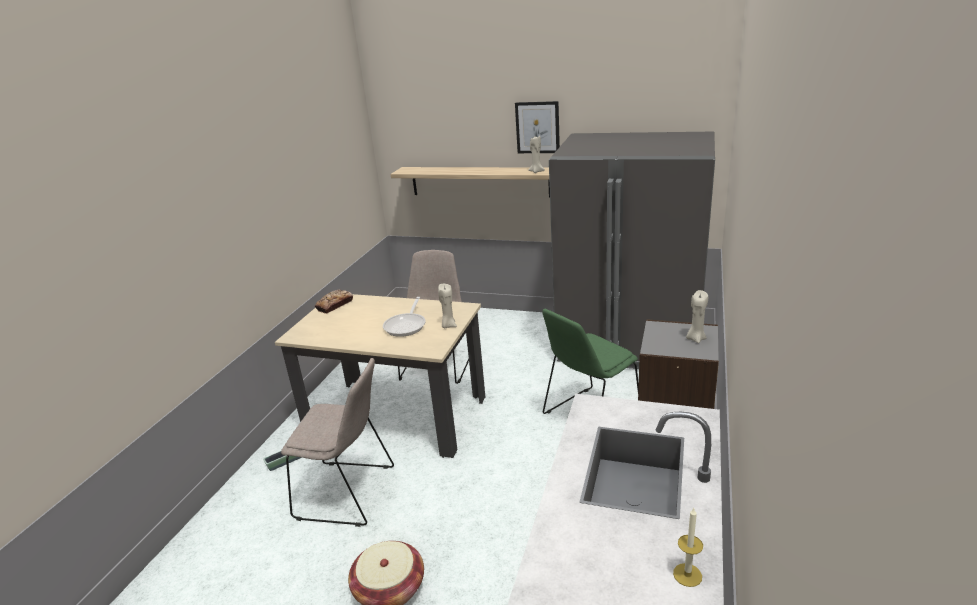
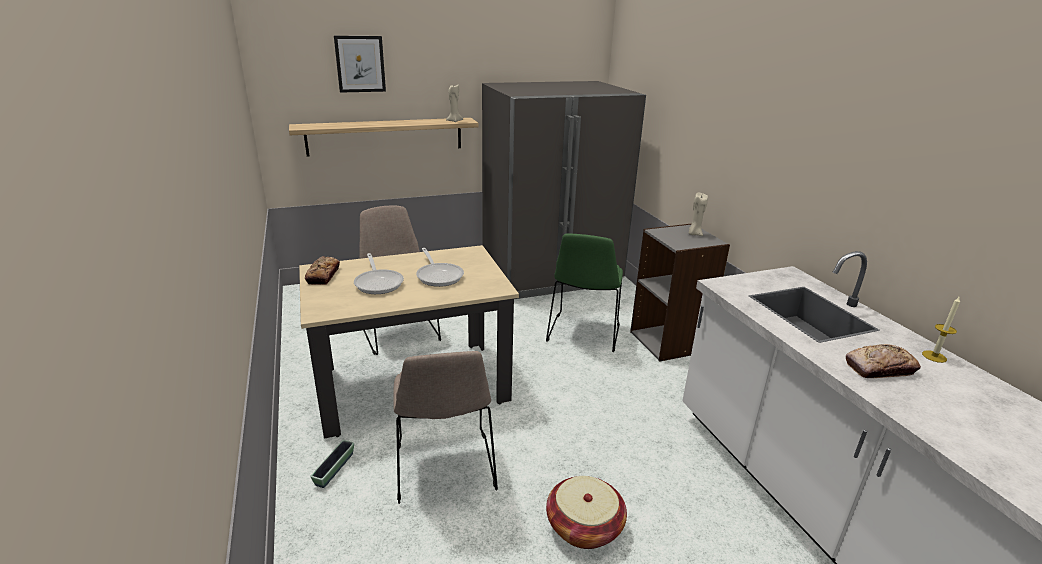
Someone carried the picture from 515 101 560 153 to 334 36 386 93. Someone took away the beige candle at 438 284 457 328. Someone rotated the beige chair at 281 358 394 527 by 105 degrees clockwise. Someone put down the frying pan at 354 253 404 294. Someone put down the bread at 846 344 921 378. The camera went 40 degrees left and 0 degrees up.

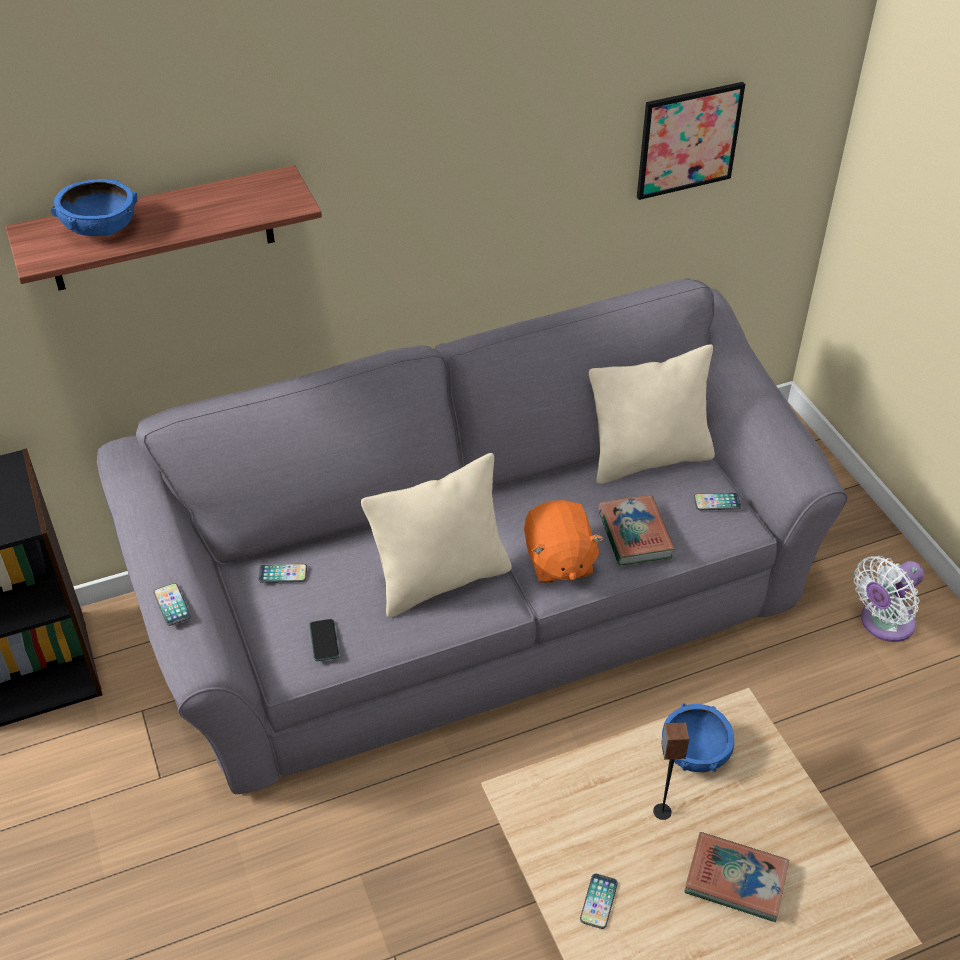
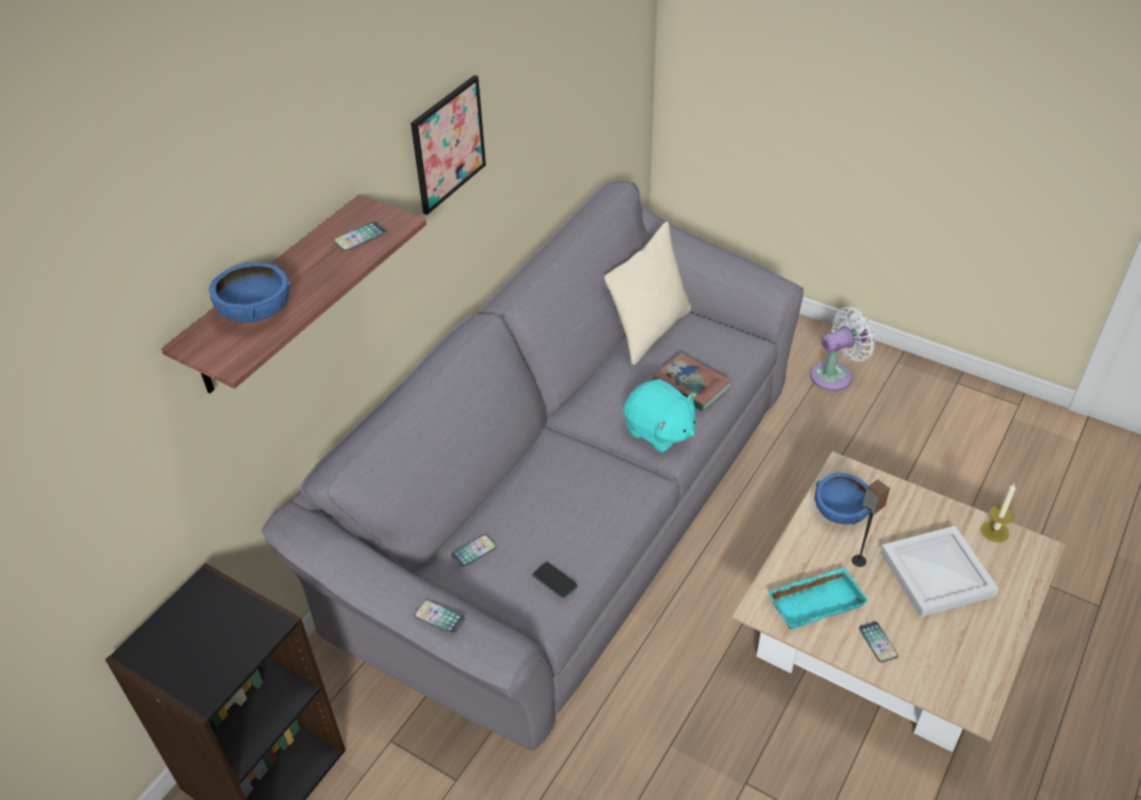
Someone carried the picture from 637 82 745 200 to 411 75 486 215. Someone took away the beige pillow at 361 453 512 618. Someone carried the phone from 694 493 741 510 to 333 221 387 252. Someone repainted the orange plush toy at 524 500 604 583, which became the turquoise plush toy at 623 379 697 453. Someone rotated the white fan at 854 556 924 642 by 135 degrees counterclockwise. Someone swapped the book at 684 832 789 922 for the white tray at 880 526 999 617. Someone put down the candle at 981 484 1016 543. Someone put down the turquoise tray at 767 567 868 630. The camera went 35 degrees left and 0 degrees up.

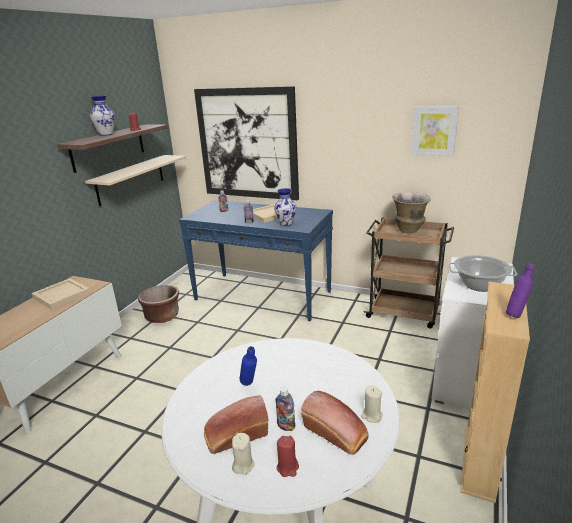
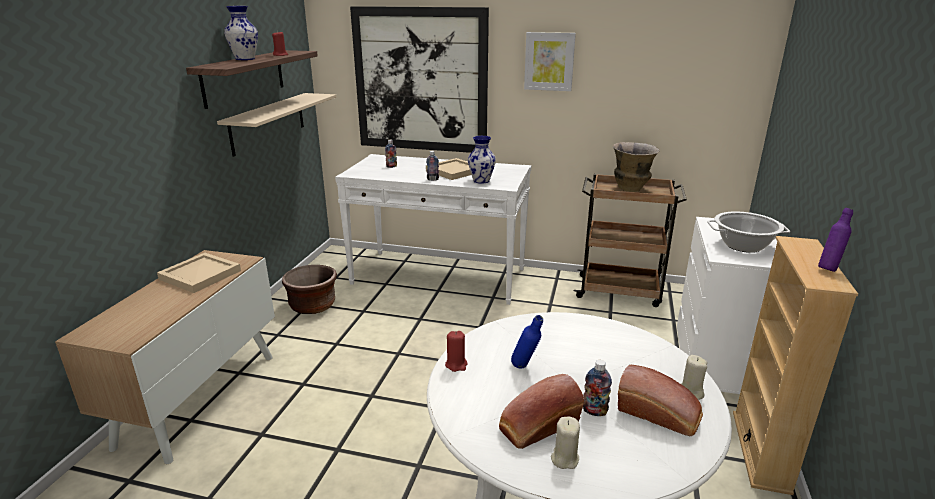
Someone carried the picture from 411 106 459 156 to 524 32 576 91. Someone repainted the blue console table at 179 200 333 321, which became the white console table at 335 154 531 305. Someone carried the red candle from 277 436 299 477 to 445 331 468 372. The camera went 10 degrees left and 0 degrees up.

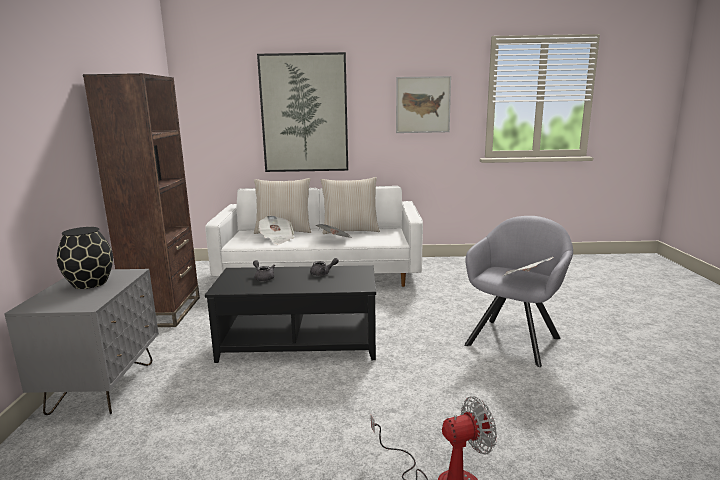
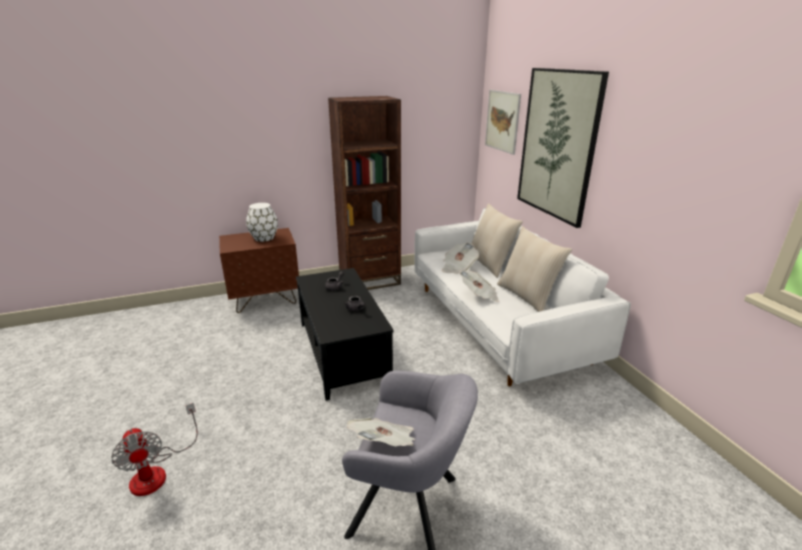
Someone carried the picture from 396 76 451 133 to 485 90 521 155. Someone repainted the black vase at 57 227 113 289, which became the white vase at 246 203 278 242. Someone repainted the grey nightstand at 4 269 159 415, which became the brown nightstand at 219 228 299 313. The camera went 70 degrees right and 10 degrees up.

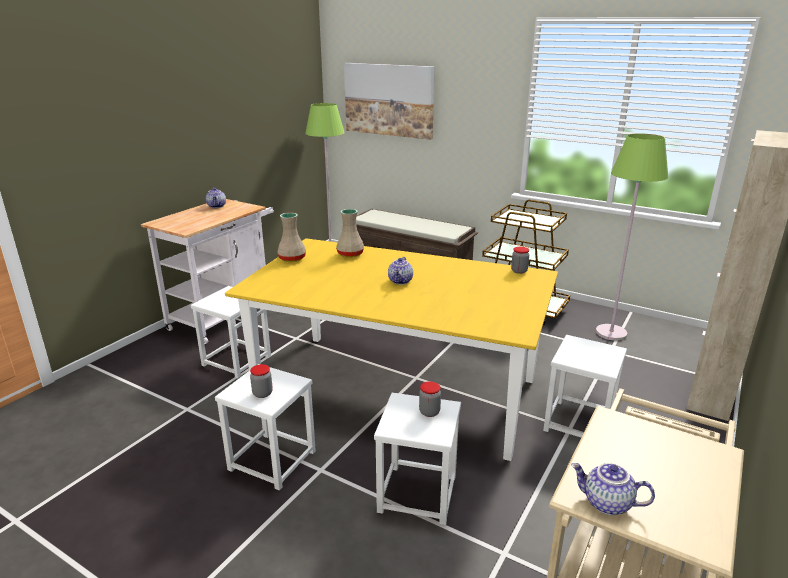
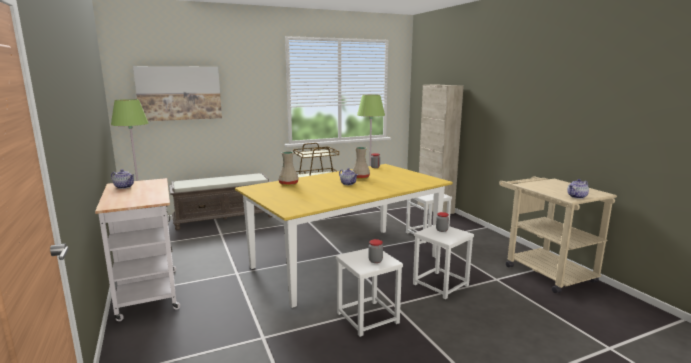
Someone carried the beige vase from 277 213 306 262 to 352 147 370 179. Someone took away the white stool at 191 286 271 378. The camera went 55 degrees left and 10 degrees down.

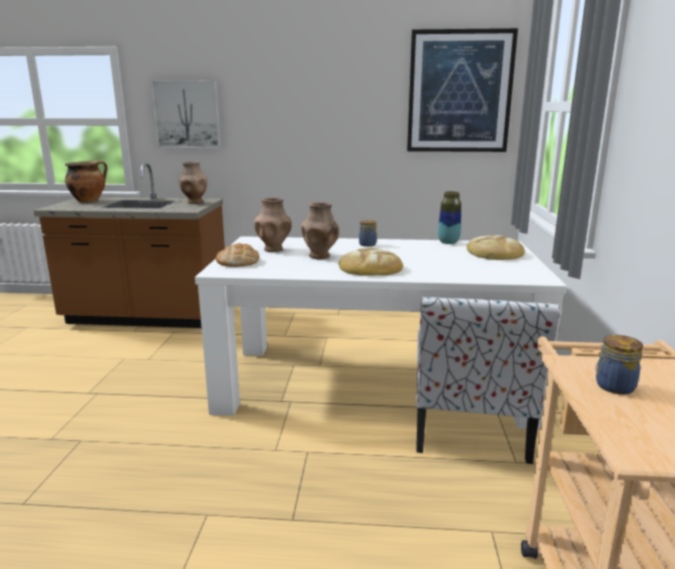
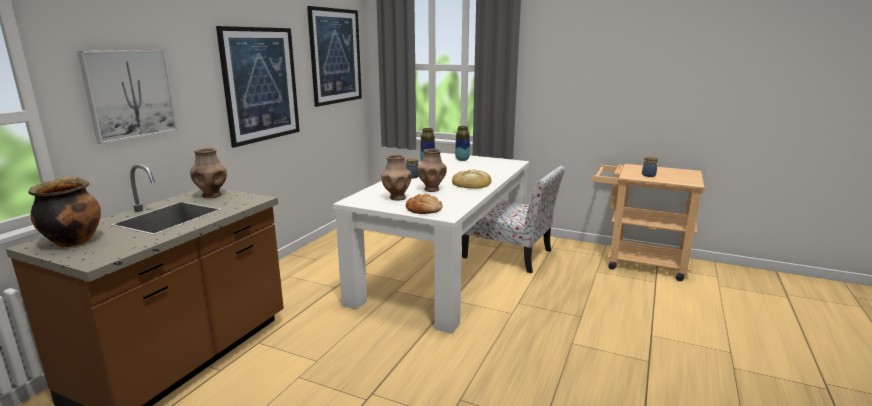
Someone swapped the bread at 466 235 525 260 for the vase at 455 126 470 161. Someone put up the picture at 216 26 300 147. The camera went 70 degrees left and 0 degrees up.

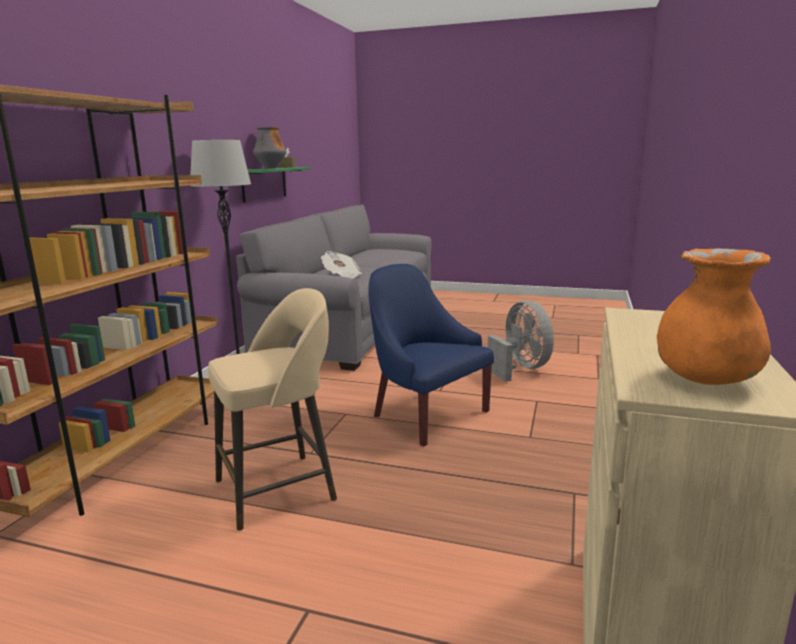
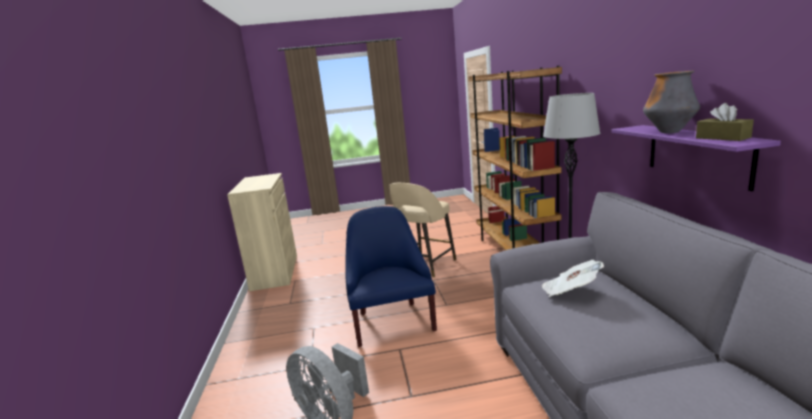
Someone repainted the green shelf at 242 167 310 203, which became the purple shelf at 611 125 781 191. Someone took away the orange vase at 657 248 771 385. Someone rotated the blue armchair at 368 264 494 447 by 120 degrees counterclockwise. The camera went 155 degrees right and 0 degrees up.

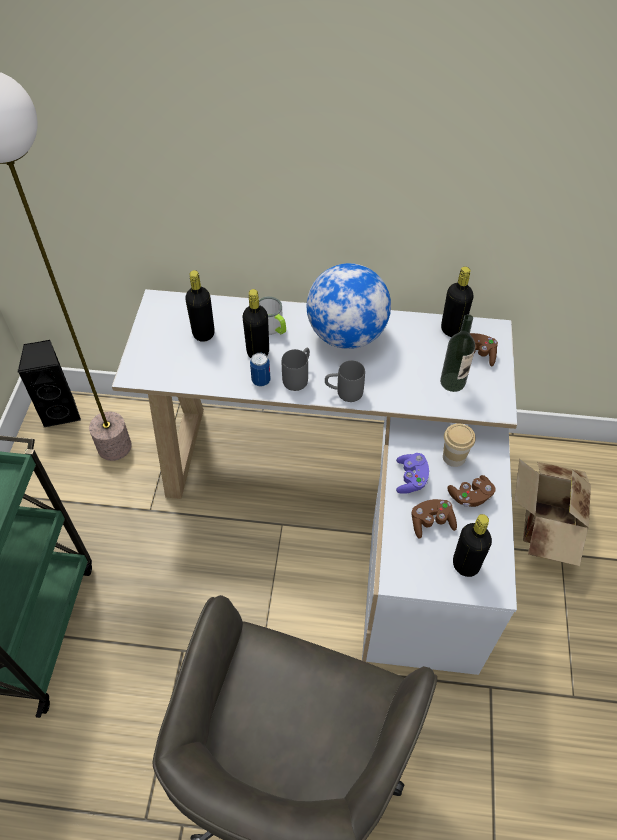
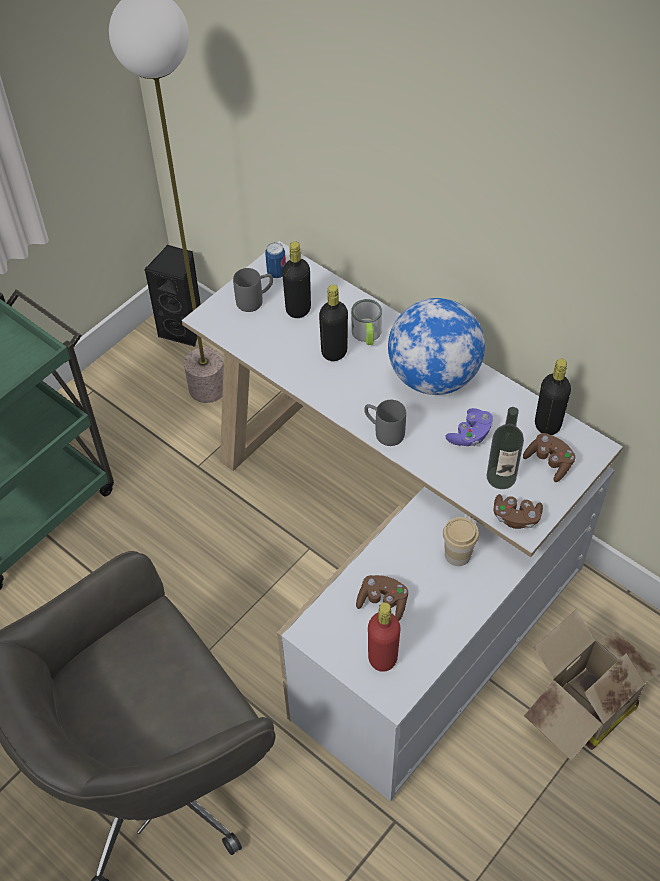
Someone carried the grey mug from 282 348 310 391 to 233 268 273 312. Someone carried the can from 250 353 271 386 to 265 242 286 278. Someone carried the purple game controller from 396 453 429 494 to 445 408 493 446. Someone carried the brown game controller from 447 475 496 507 to 493 494 543 529. Someone repainted the black bottle at 453 514 492 577, which became the red bottle at 368 602 401 672. The camera went 35 degrees right and 0 degrees up.

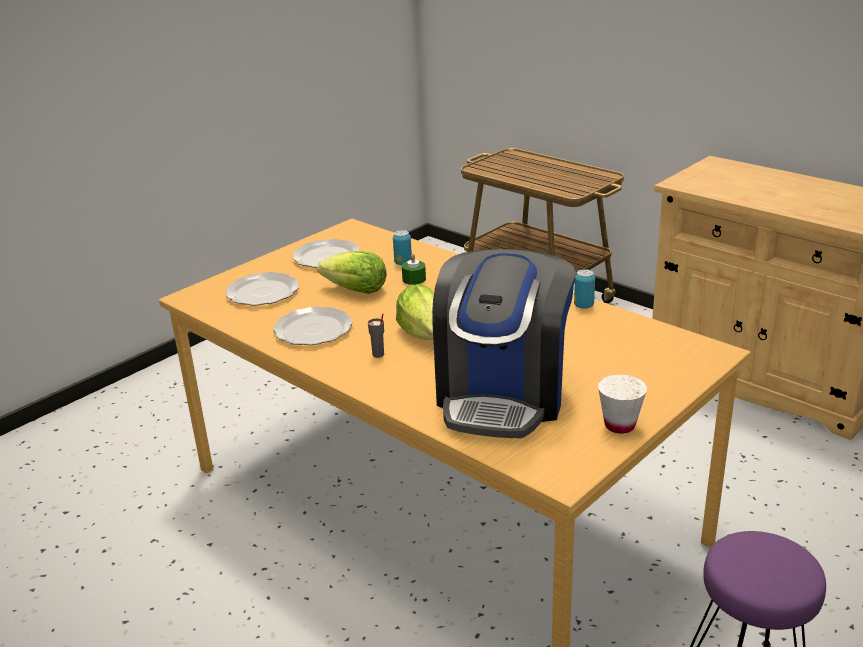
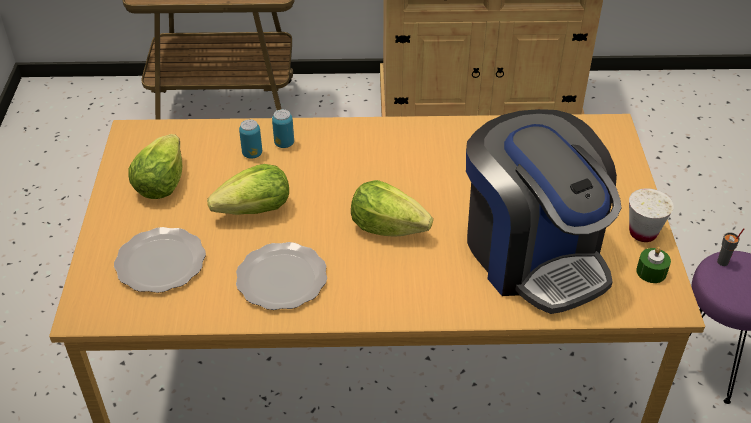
Someone swapped the plate at 292 239 360 268 for the lettuce at 128 134 182 199. Someone carried the green candle from 402 254 426 285 to 636 247 671 283. Someone carried the can from 574 269 595 309 to 272 109 294 148. Someone carried the grey cup from 368 313 384 358 to 717 228 744 266. The camera went 45 degrees left and 15 degrees up.

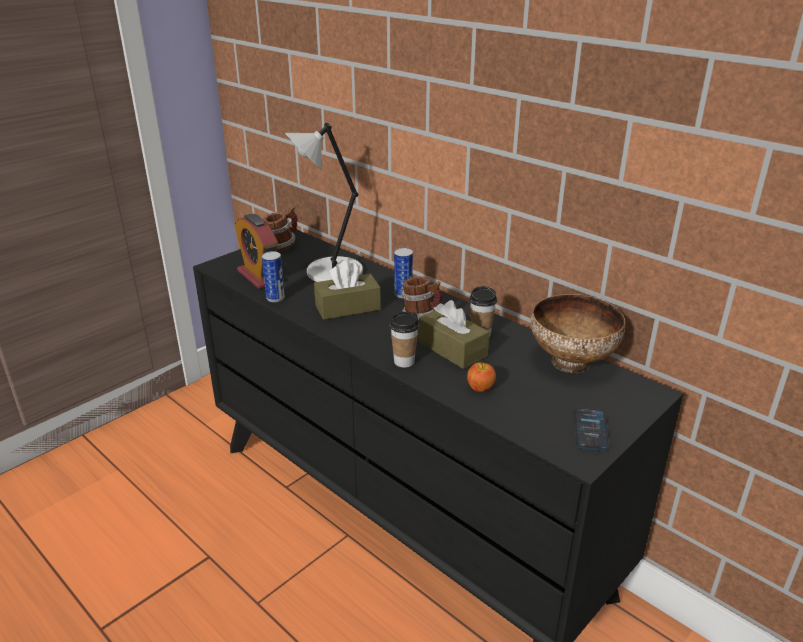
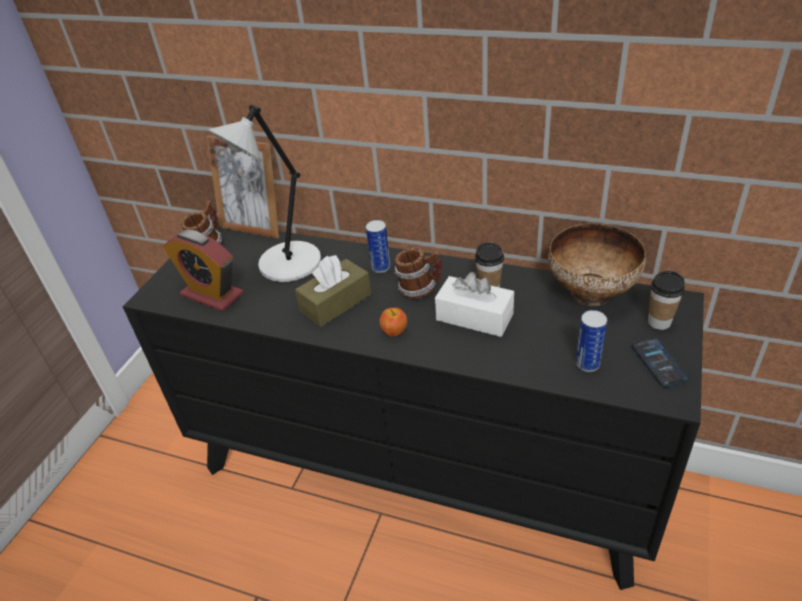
Someone carried the can from 262 251 285 302 to 576 310 607 372. Someone repainted the brown tissue box at 418 300 489 369, which became the white tissue box at 435 272 514 337. Someone carried the cup from 390 312 419 368 to 648 271 685 330. Someone carried the apple from 467 362 496 392 to 379 308 407 337. Someone put down the picture frame at 206 136 279 239. The camera went 20 degrees left and 10 degrees up.

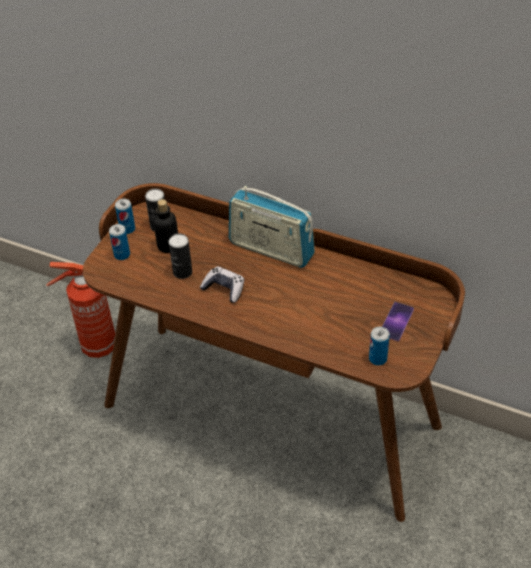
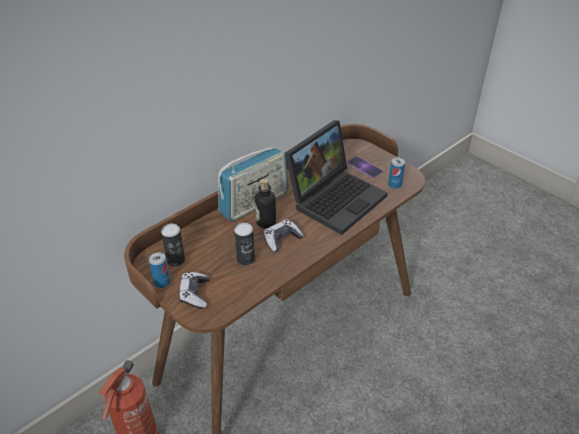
Someone carried the bottle from 153 199 178 253 to 255 179 276 228. Someone swapped the can at 109 224 130 260 for the game controller at 179 272 209 309. Someone put down the laptop at 285 120 388 235. The camera went 70 degrees left and 5 degrees down.

